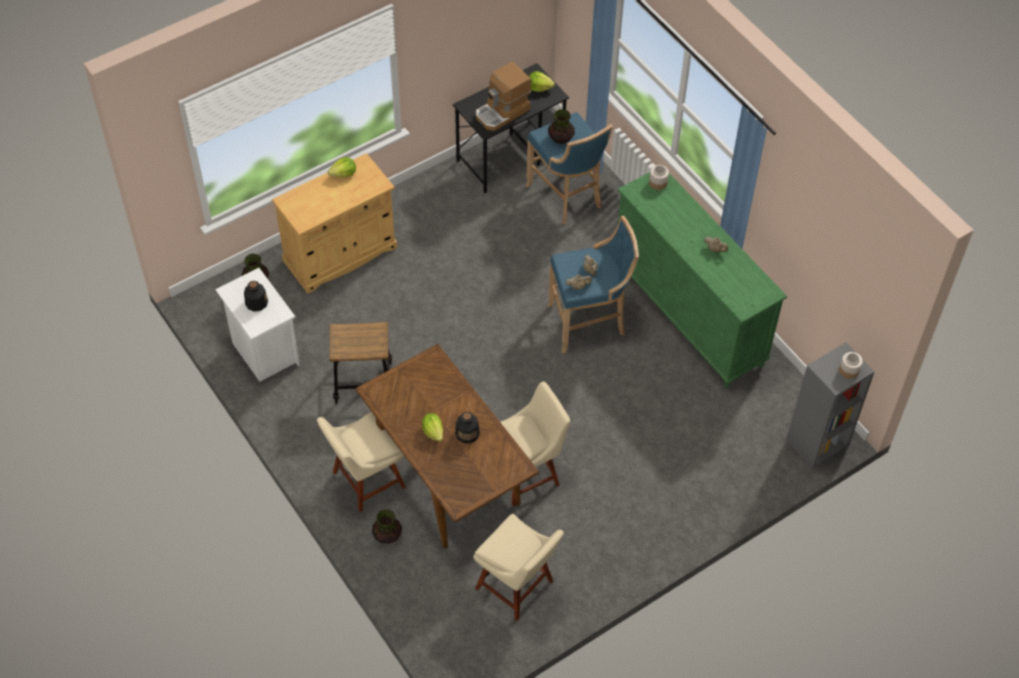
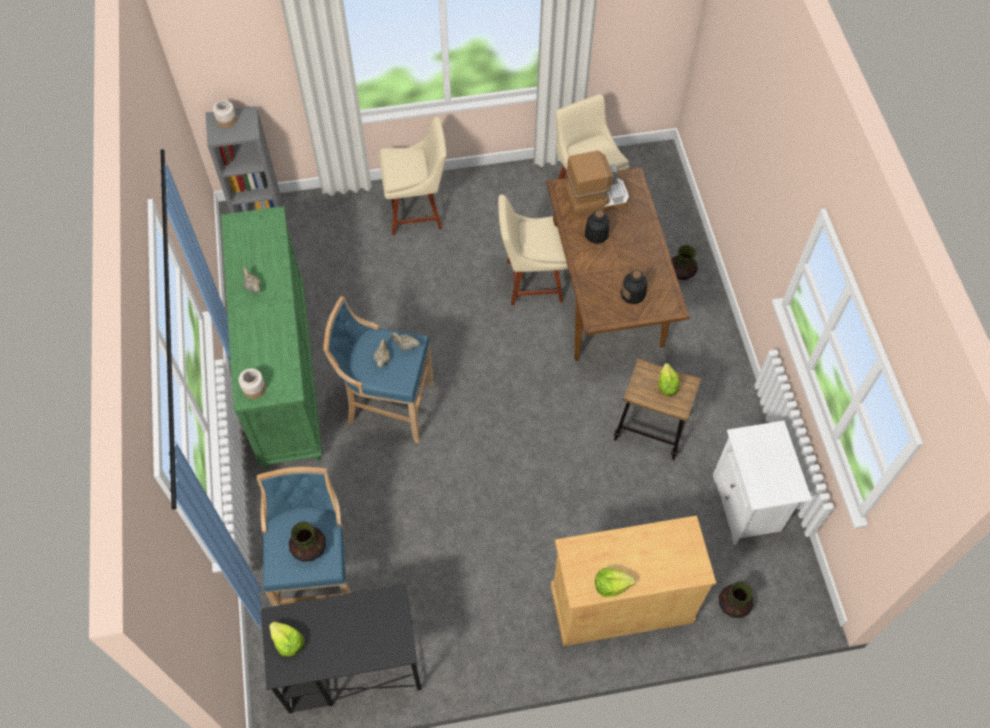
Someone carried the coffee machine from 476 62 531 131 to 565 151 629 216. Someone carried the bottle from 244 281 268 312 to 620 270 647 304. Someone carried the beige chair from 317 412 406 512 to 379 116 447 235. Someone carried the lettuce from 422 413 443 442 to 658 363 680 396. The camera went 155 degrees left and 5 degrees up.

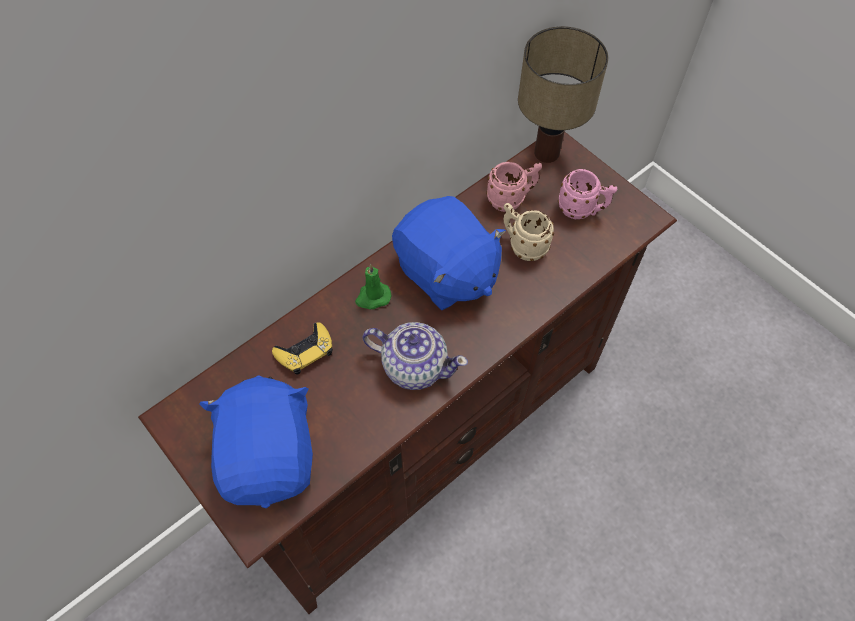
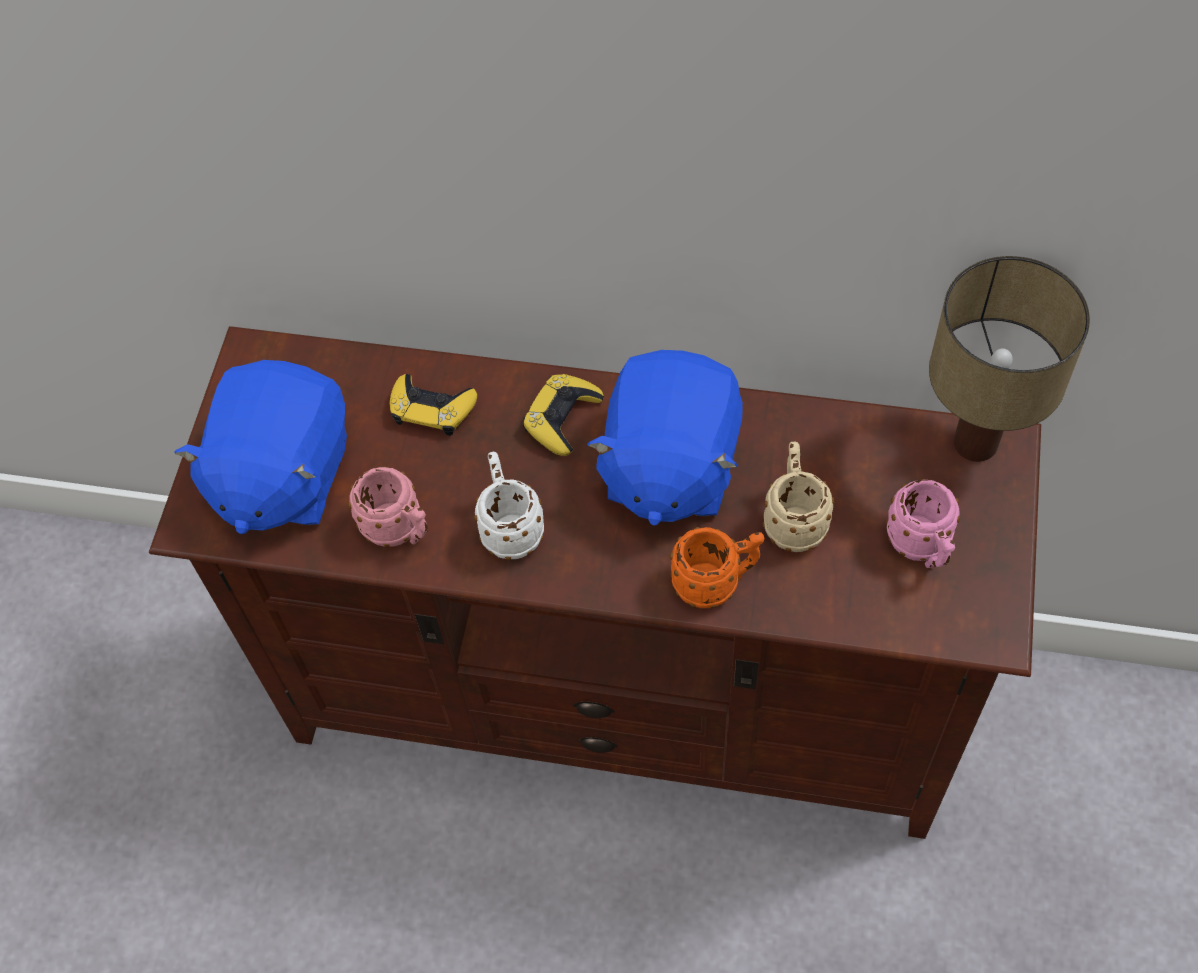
Someone carried the pink mug from 486 162 542 212 to 348 467 428 547. Someone swapped the green candle at 355 264 391 310 for the yellow game controller at 523 374 604 456. Someone swapped the teapot at 363 322 468 390 for the white mug at 474 452 544 560. Someone rotated the blue plush toy at 199 375 313 508 by 150 degrees clockwise. Someone put down the orange mug at 669 527 764 608. The camera went 55 degrees right and 0 degrees up.

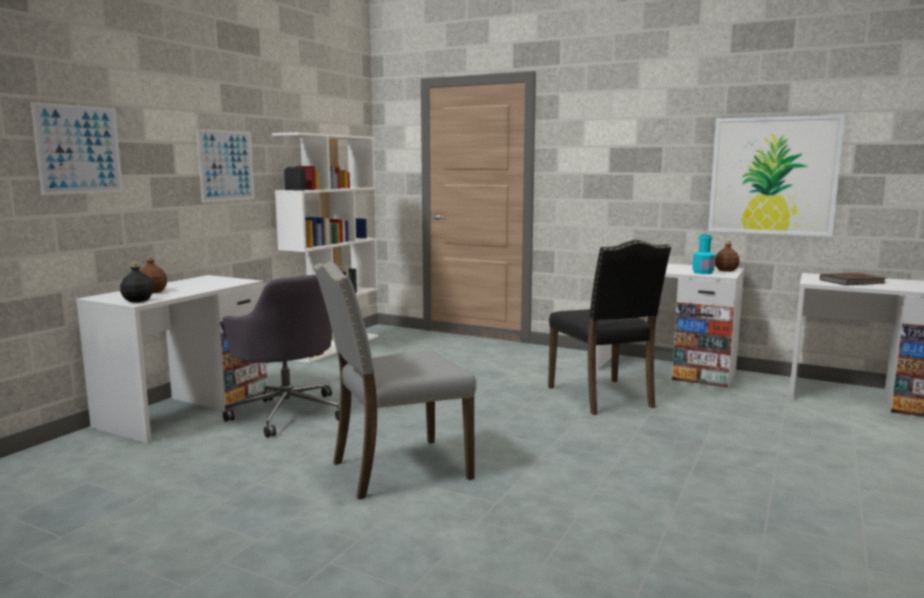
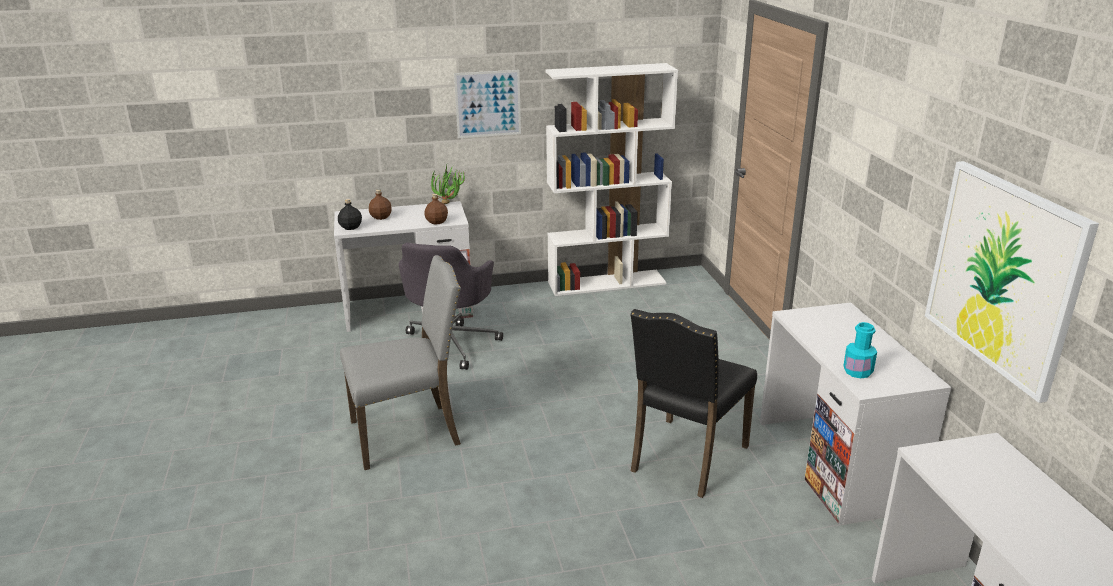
Someone took away the picture at 31 102 123 195. Someone carried the brown bottle from 715 241 739 272 to 425 194 448 225. Someone rotated the grey chair at 313 262 476 500 by 135 degrees clockwise. Someone took away the brown book at 820 272 887 286. Someone put down the potted plant at 430 165 465 204. The camera went 50 degrees right and 15 degrees up.

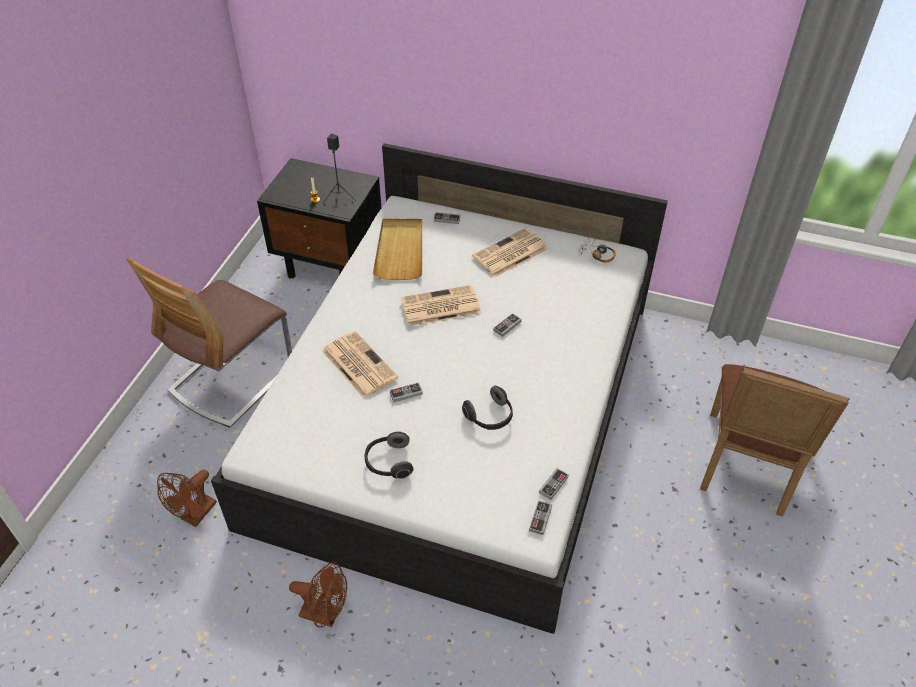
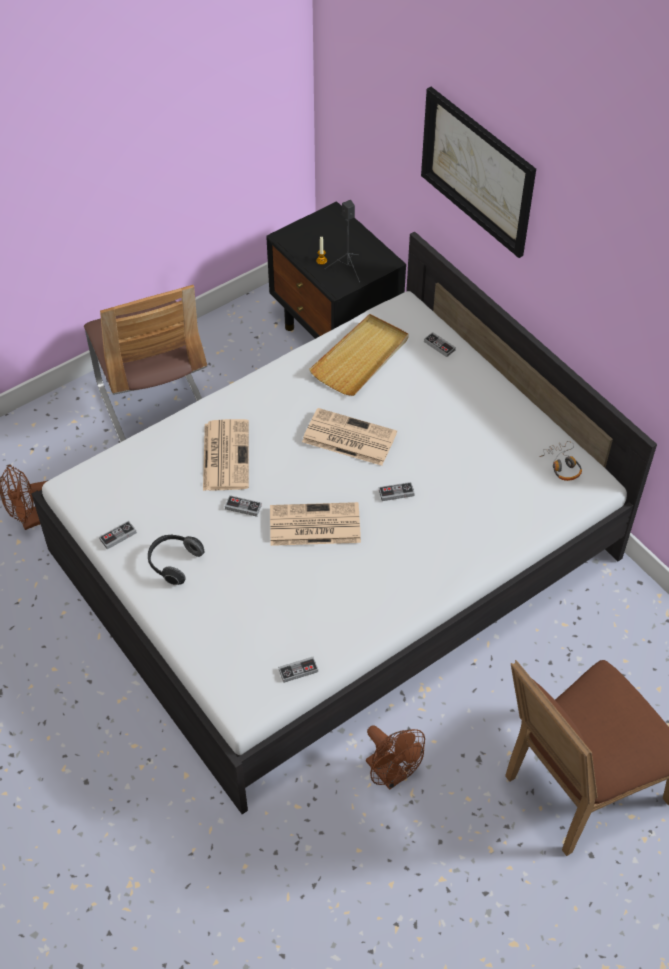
Someone carried the newspaper from 472 228 548 277 to 270 502 361 546. Someone rotated the chair at 126 257 292 428 by 90 degrees counterclockwise. Someone took away the headphones at 462 386 513 430. Someone carried the game controller from 529 500 552 535 to 99 521 137 550. Someone carried the brown fan from 289 562 347 628 to 366 725 425 790. Someone put up the picture at 421 87 536 258. The camera went 35 degrees right and 5 degrees up.

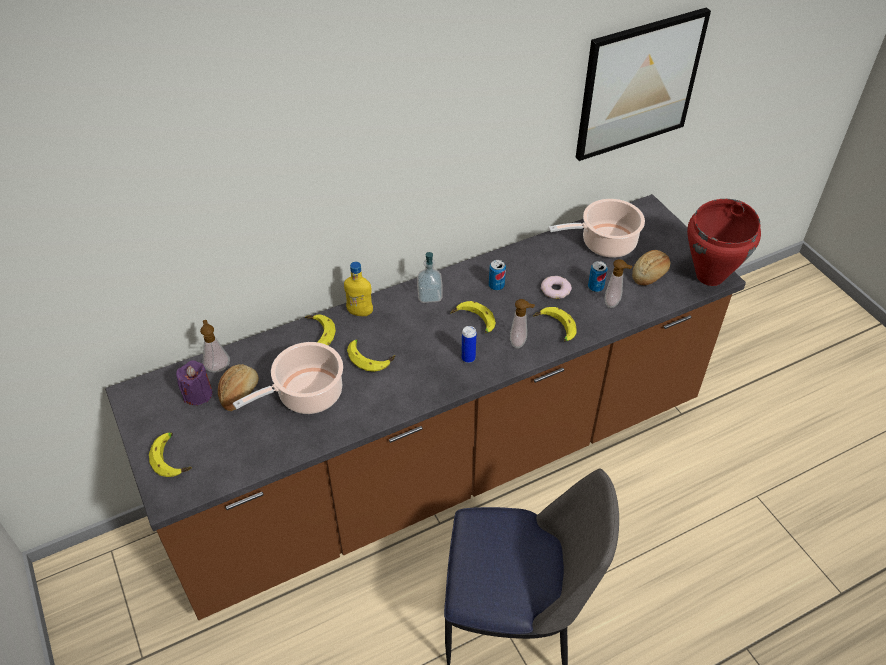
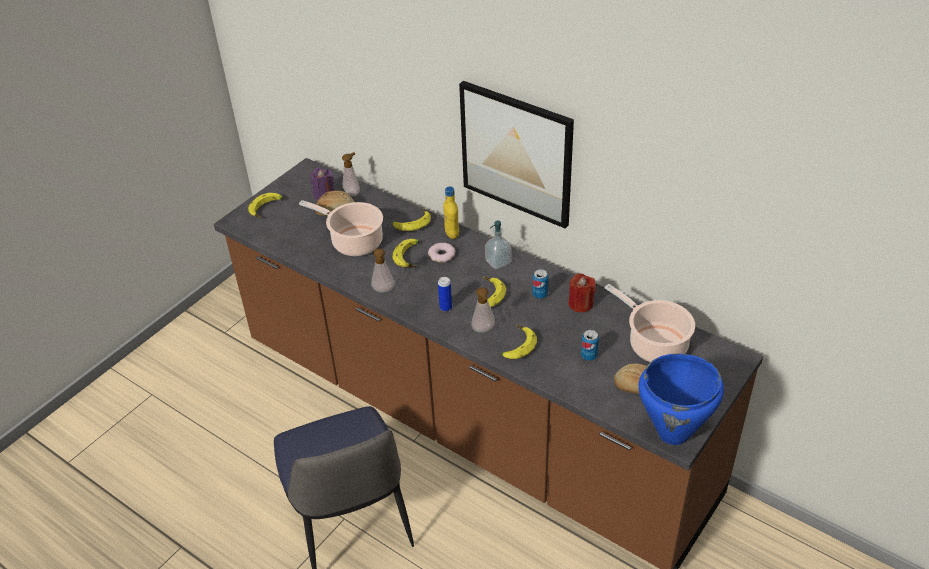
Someone carried the picture from 576 7 711 161 to 459 81 574 228. Someone repainted the red cooking pot at 687 199 761 286, which became the blue cooking pot at 638 353 724 445. Someone carried the soap dispenser from 604 259 632 308 to 371 248 395 293. Someone carried the donut from 541 276 572 299 to 428 243 455 262. Someone put down the red candle at 568 273 596 312. The camera went 65 degrees right and 5 degrees down.

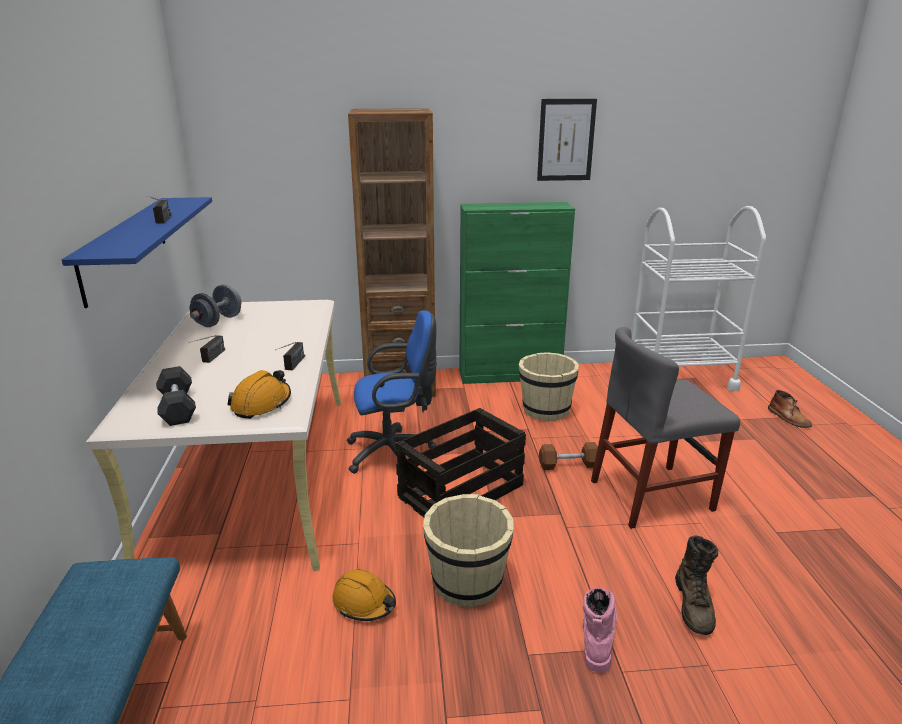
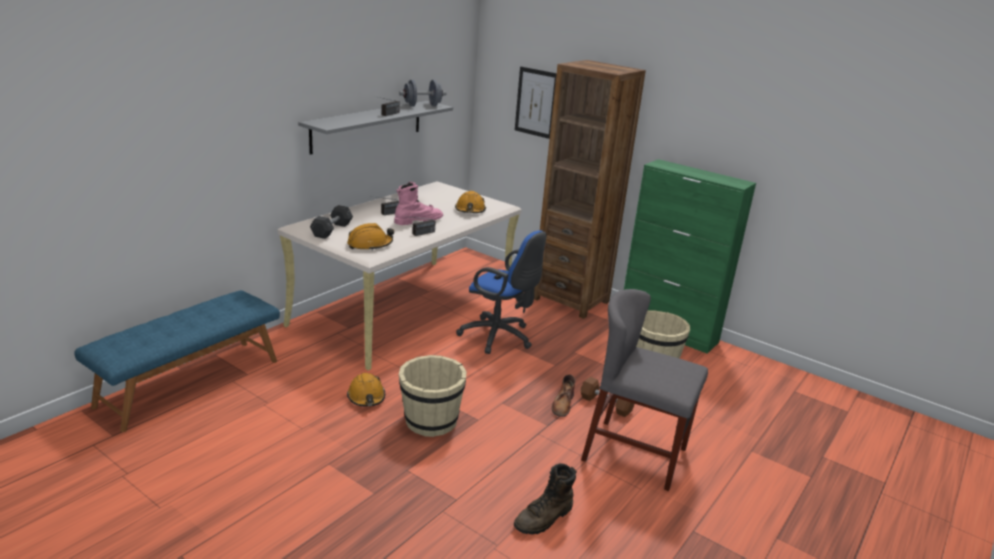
Someone carried the picture from 537 99 597 181 to 515 67 557 139. Someone repainted the blue shelf at 62 197 212 308, which became the grey shelf at 298 101 453 155. Someone took away the white cart at 631 206 766 391. Someone carried the grey dumbbell from 189 284 241 327 to 399 80 446 107. Someone carried the brown boot from 768 390 812 428 to 552 374 576 417. Someone took away the crate at 395 408 526 517. Someone carried the pink boot from 583 587 617 673 to 394 182 443 225. Someone put down the orange hard hat at 455 191 486 213. The camera went 40 degrees right and 0 degrees up.

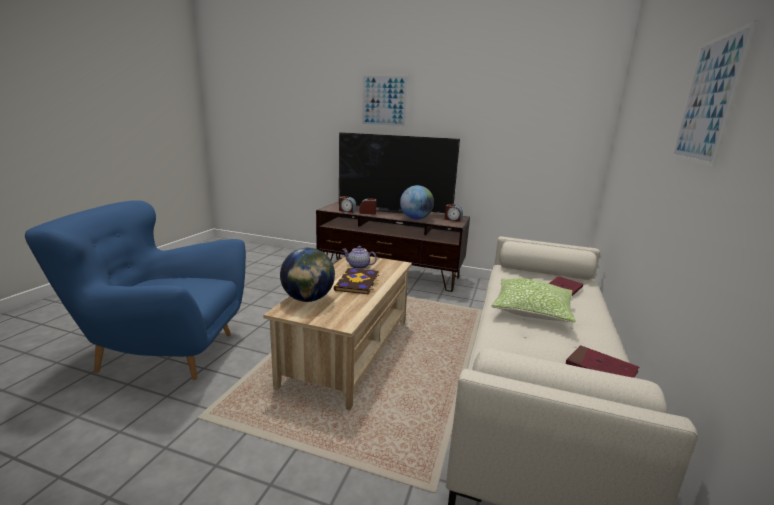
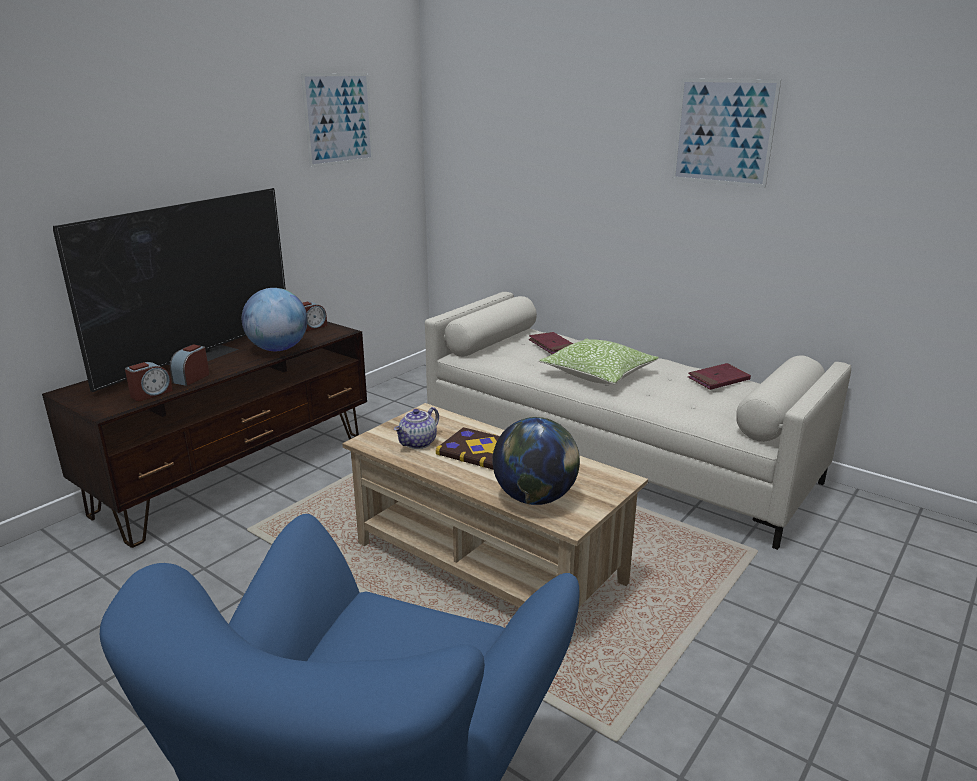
Someone carried the picture from 361 74 409 128 to 301 73 373 168. The camera went 70 degrees left and 5 degrees up.

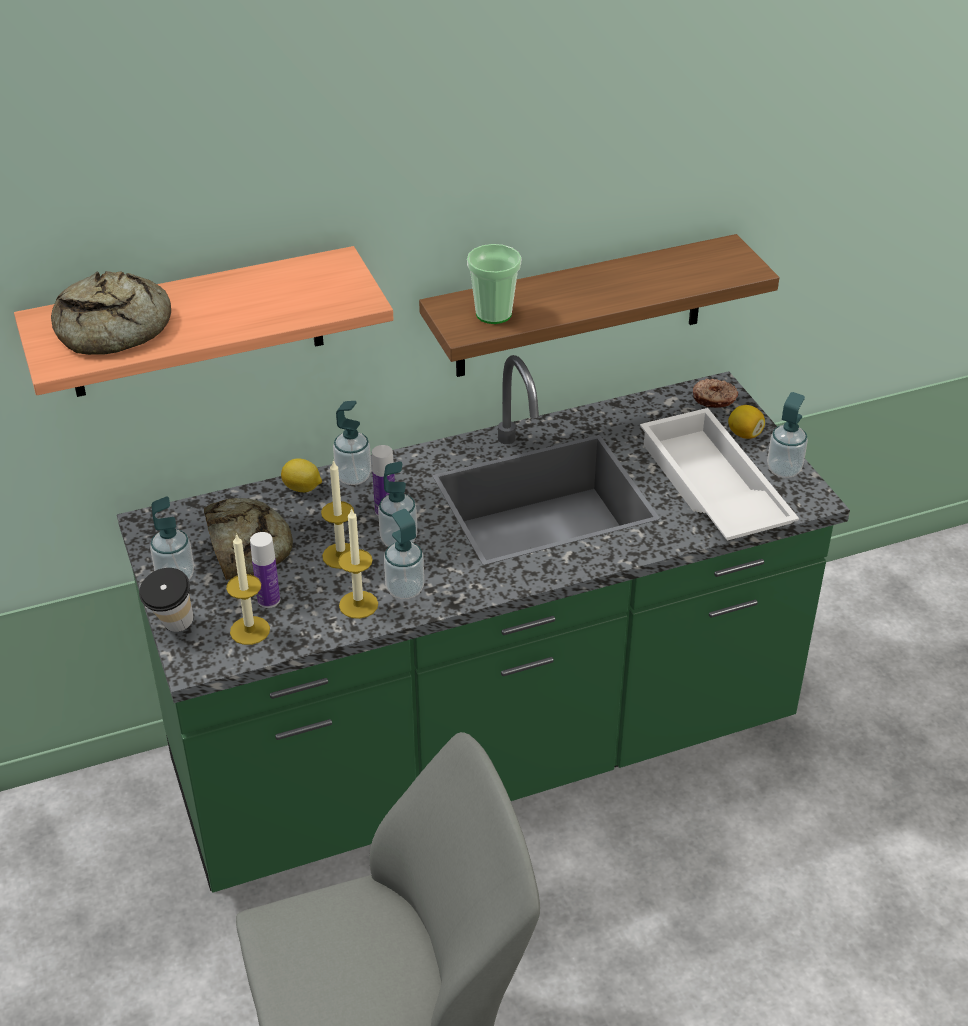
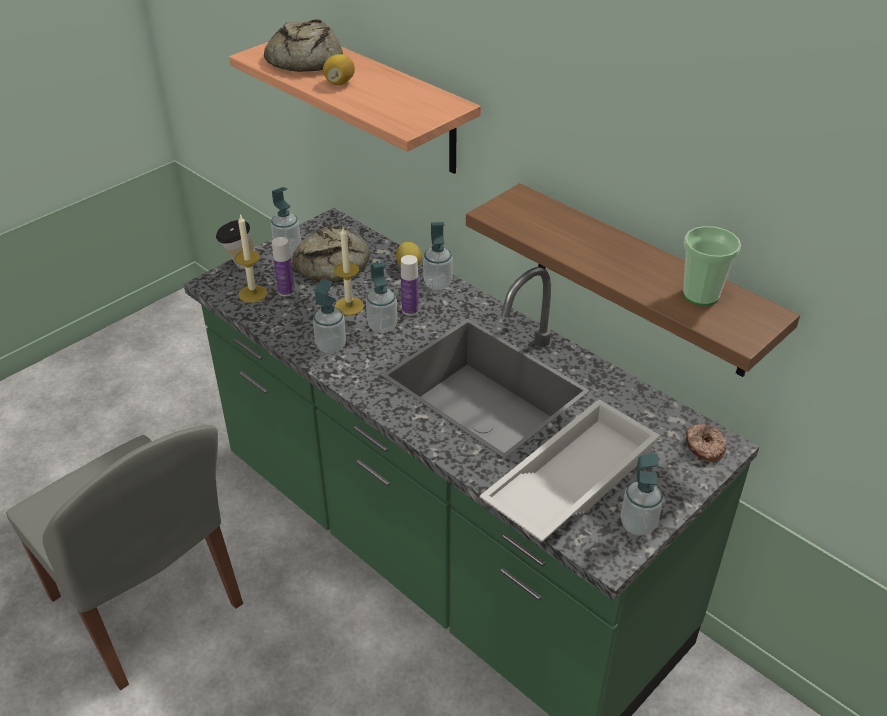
Someone carried the cup from 467 244 522 324 to 683 226 741 306. Someone carried the lemon from 728 405 765 439 to 323 54 355 85. Someone took away the candle at 338 508 378 619. The camera went 65 degrees right and 0 degrees up.

